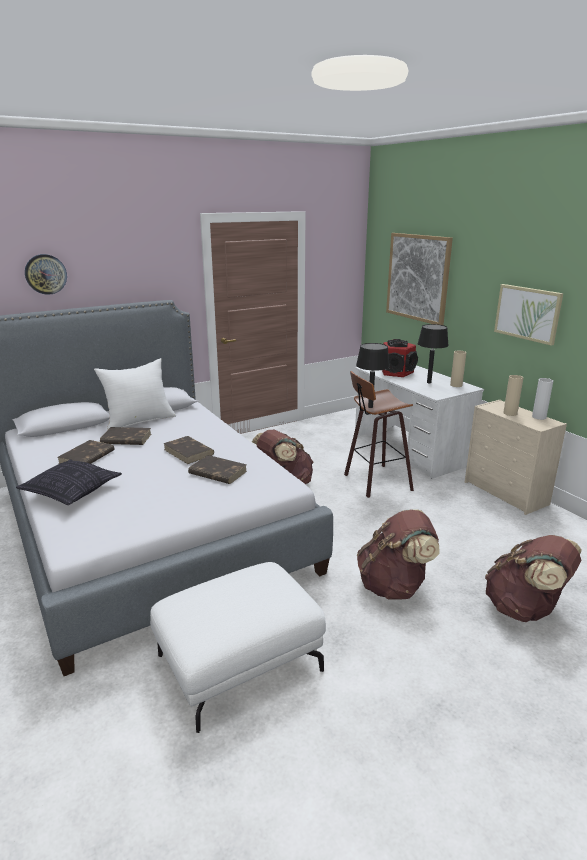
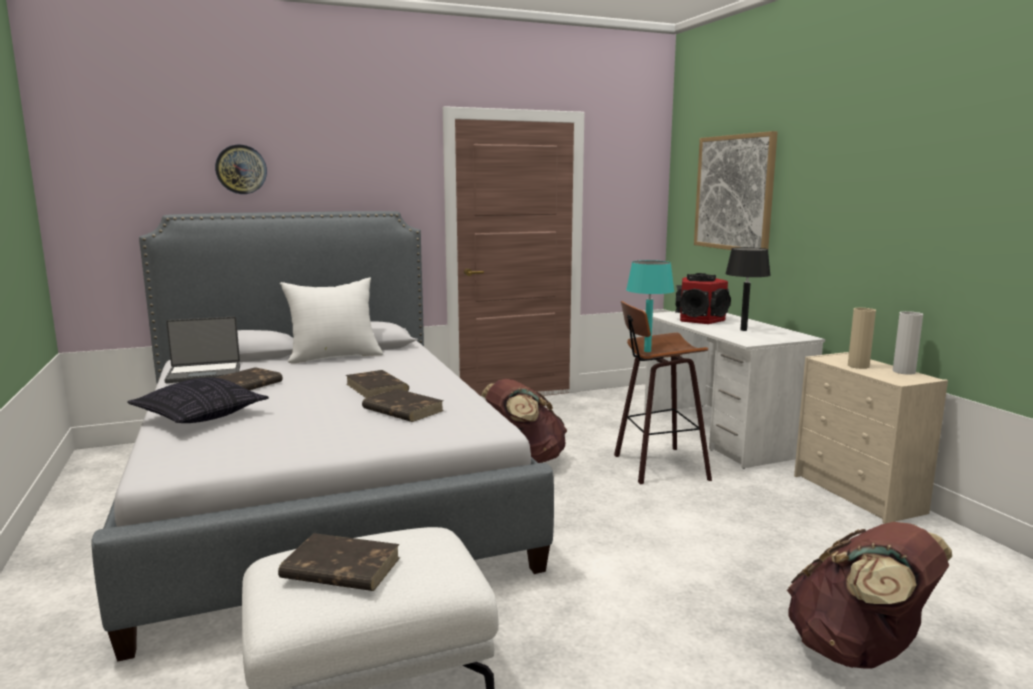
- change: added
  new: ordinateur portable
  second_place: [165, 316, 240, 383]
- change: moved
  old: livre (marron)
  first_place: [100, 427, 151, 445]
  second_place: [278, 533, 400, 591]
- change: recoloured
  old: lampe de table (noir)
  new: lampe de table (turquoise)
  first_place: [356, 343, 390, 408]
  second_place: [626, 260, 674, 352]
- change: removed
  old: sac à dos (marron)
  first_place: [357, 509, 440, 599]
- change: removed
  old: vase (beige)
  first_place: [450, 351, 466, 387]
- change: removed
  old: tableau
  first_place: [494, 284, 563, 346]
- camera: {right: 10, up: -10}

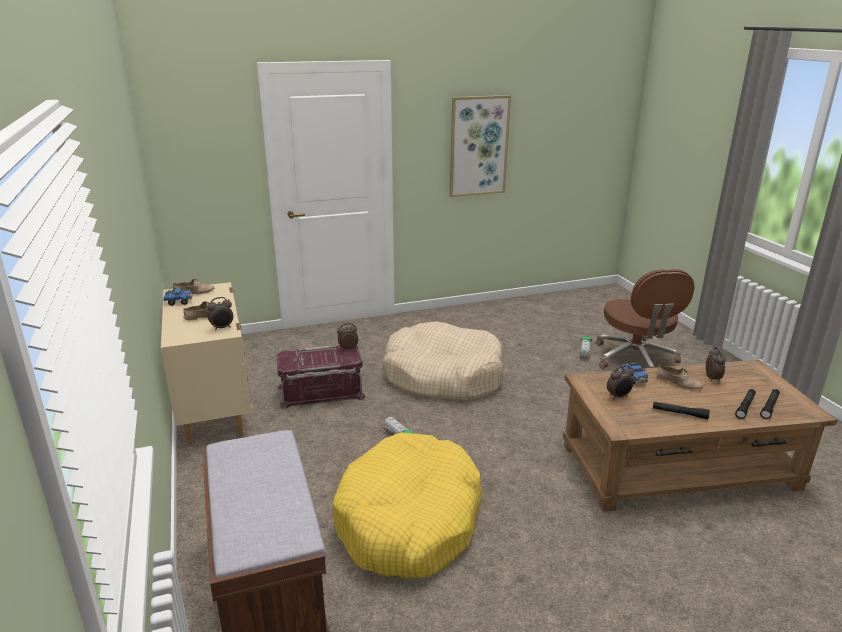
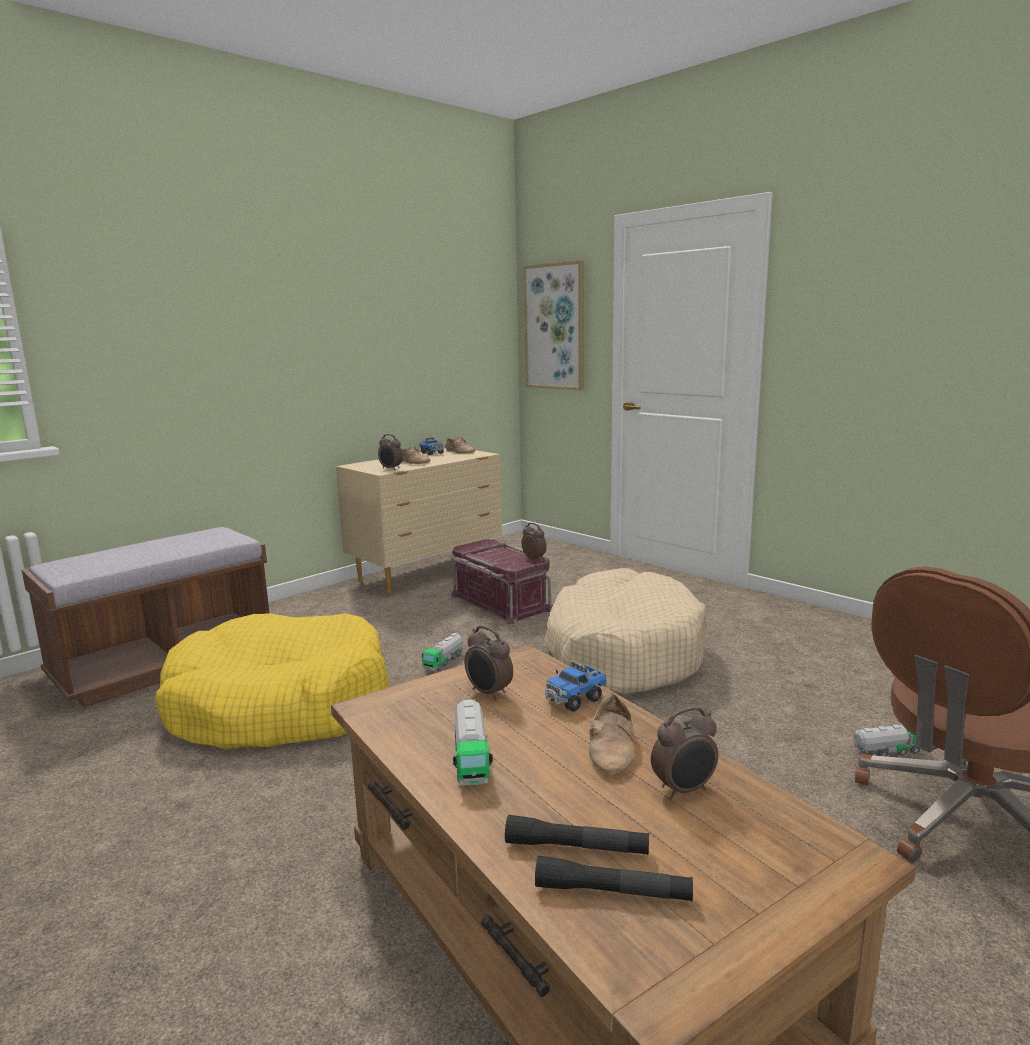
- change: replaced
  old: lampe de poche (noir)
  new: camion jouet
  first_place: [653, 402, 710, 419]
  second_place: [453, 699, 493, 785]
- change: moved
  old: tableau
  first_place: [449, 95, 511, 197]
  second_place: [524, 260, 584, 390]
- camera: {right: 65, up: -10}

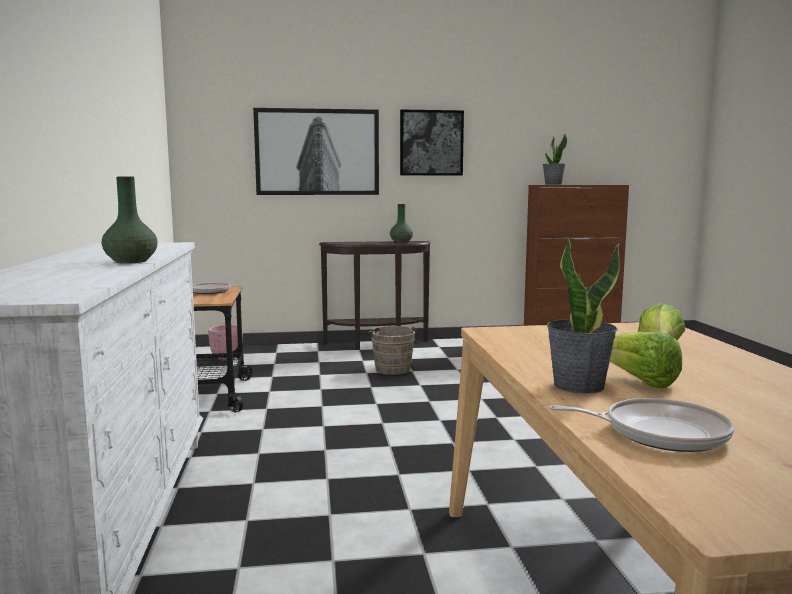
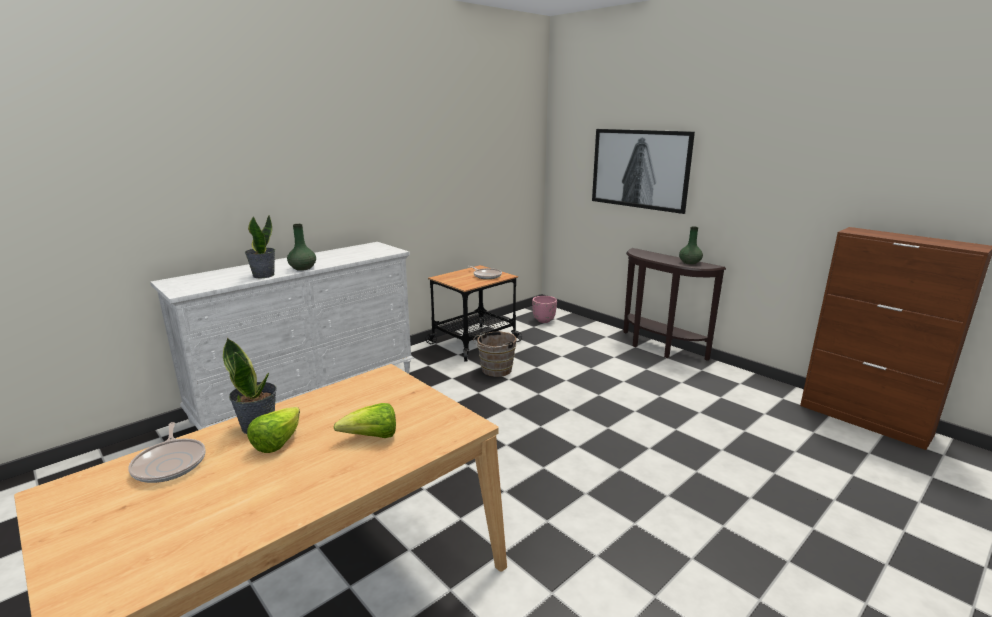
- change: moved
  old: plante en pot
  first_place: [543, 134, 567, 185]
  second_place: [245, 215, 275, 278]
- change: moved
  old: seau (marron)
  first_place: [369, 326, 417, 375]
  second_place: [473, 332, 516, 377]
- change: removed
  old: tableau
  first_place: [400, 110, 464, 175]
- camera: {right: 55, up: 10}

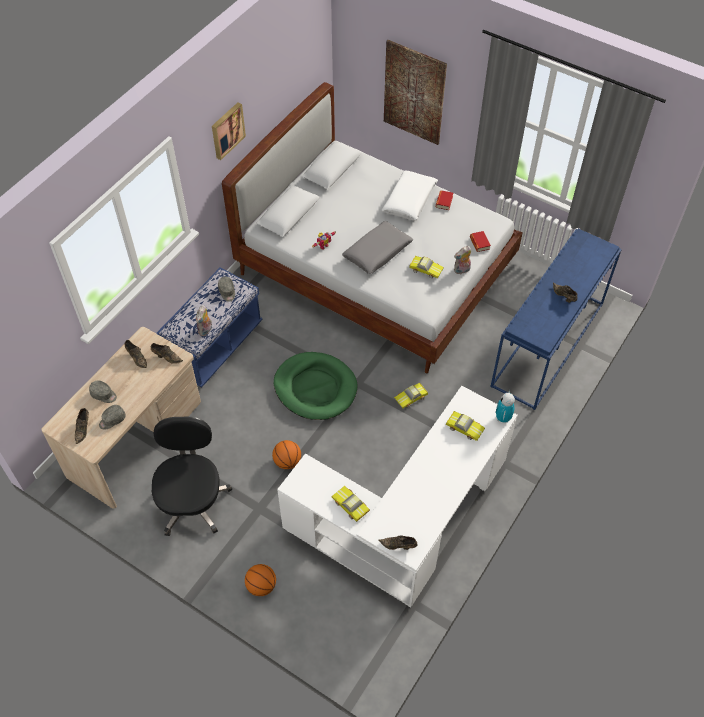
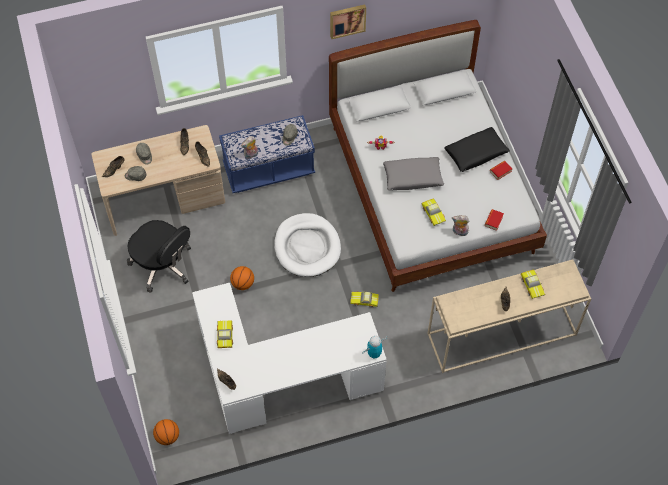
- change: turned
  old: chaise de bureau (noir)
  first_place: [152, 416, 232, 536]
  second_place: [127, 220, 191, 292]
  degrees: 90
- change: moved
  old: ballon de basket
  first_place: [245, 564, 276, 596]
  second_place: [153, 419, 179, 445]
- change: recoloured
  old: panier pour chien (vert)
  new: panier pour chien (blanc)
  first_place: [274, 352, 358, 420]
  second_place: [274, 213, 341, 277]
- change: recoloured
  old: table console (bleu)
  new: table console (beige)
  first_place: [490, 229, 622, 410]
  second_place: [427, 260, 591, 373]
- change: recoloured
  old: coussin (blanc)
  new: coussin (noir)
  first_place: [382, 171, 438, 220]
  second_place: [444, 127, 510, 172]
- change: moved
  old: petite voiture
  first_place: [446, 411, 485, 441]
  second_place: [521, 269, 545, 299]
- change: removed
  old: tableau
  first_place: [384, 40, 447, 145]
- camera: {right: 40, up: 5}

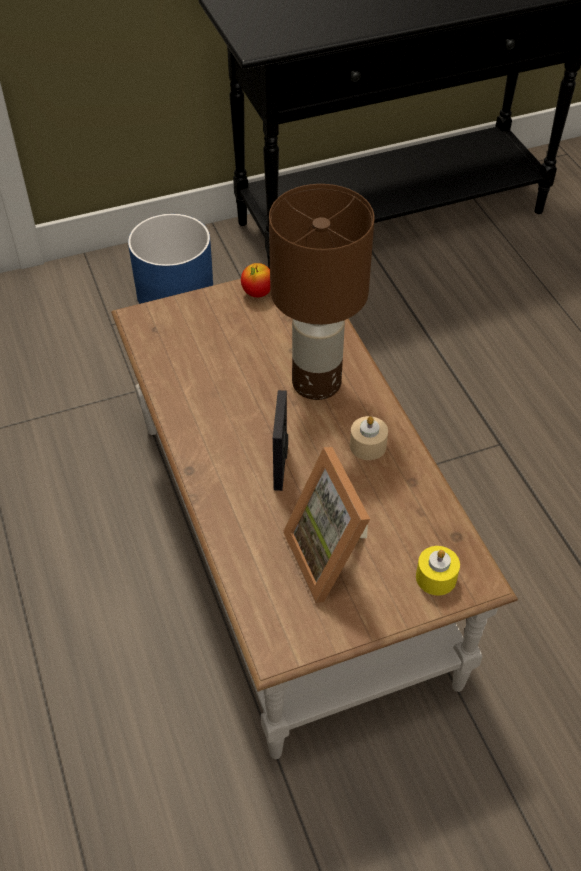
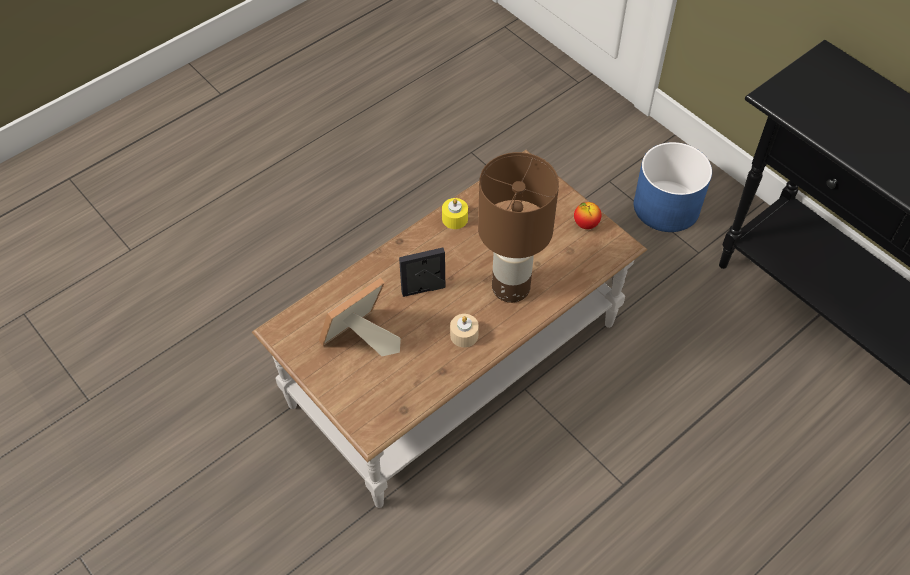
- change: moved
  old: bougie (jaune)
  first_place: [416, 546, 460, 595]
  second_place: [442, 198, 468, 229]
- camera: {right: 70, up: 5}

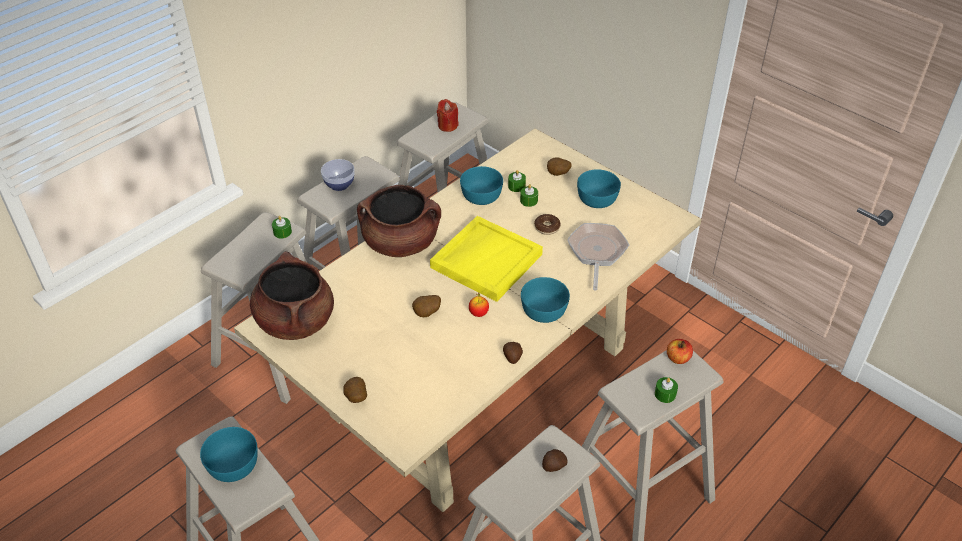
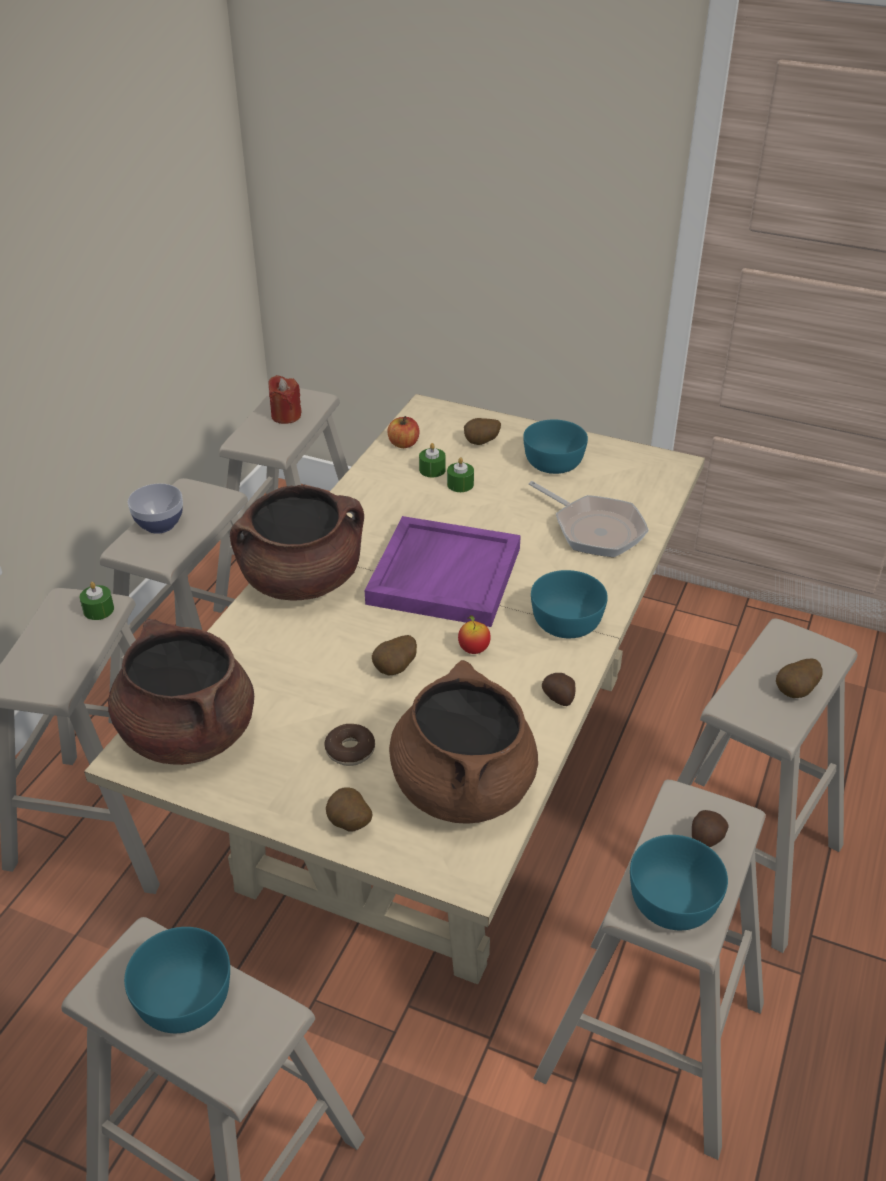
- change: moved
  old: beignet
  first_place: [534, 214, 561, 235]
  second_place: [324, 724, 375, 766]
- change: recoloured
  old: plateau (jaune)
  new: plateau (violet)
  first_place: [430, 216, 543, 302]
  second_place: [365, 516, 521, 627]
- change: moved
  old: pomme
  first_place: [667, 339, 693, 364]
  second_place: [387, 416, 420, 448]
- change: added
  new: marmite (marron)
  second_place: [389, 660, 538, 823]
- change: turned
  old: poêle
  first_place: [567, 223, 629, 291]
  second_place: [529, 481, 649, 557]
  degrees: 150
- change: moved
  old: bol (turquoise)
  first_place: [460, 166, 503, 205]
  second_place: [630, 835, 728, 930]
- change: replaced
  old: bougie (vert)
  new: pomme de terre
  first_place: [655, 377, 678, 403]
  second_place: [776, 658, 822, 698]
- camera: {right: -20, up: -5}

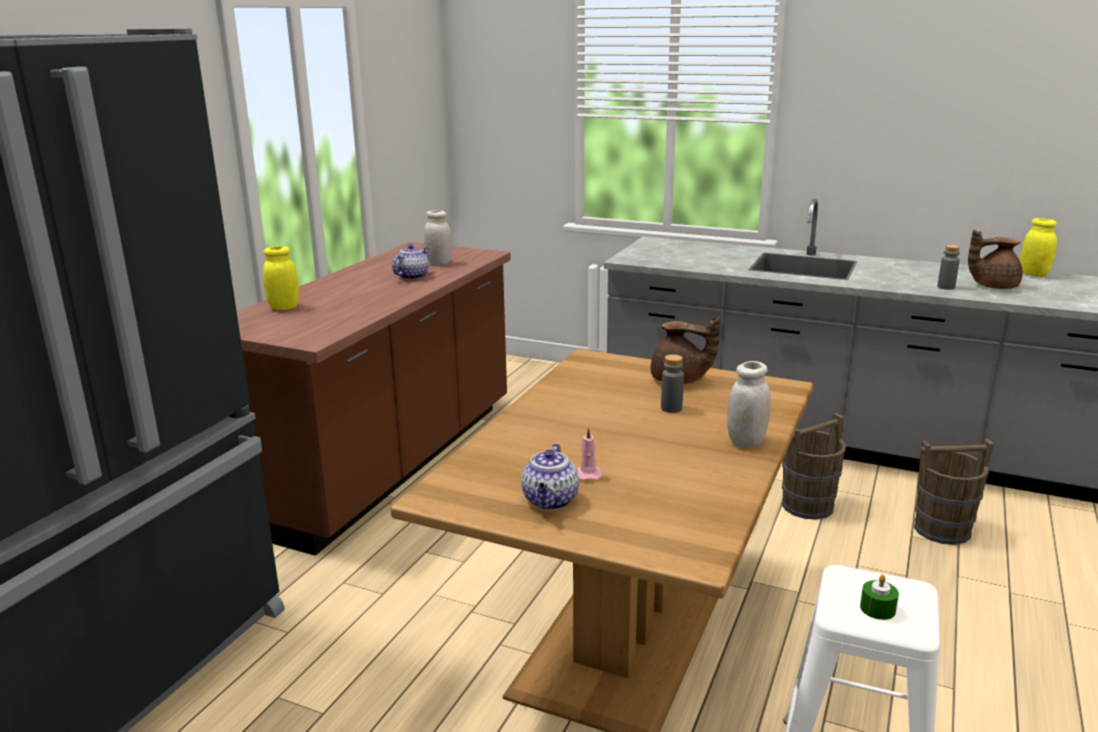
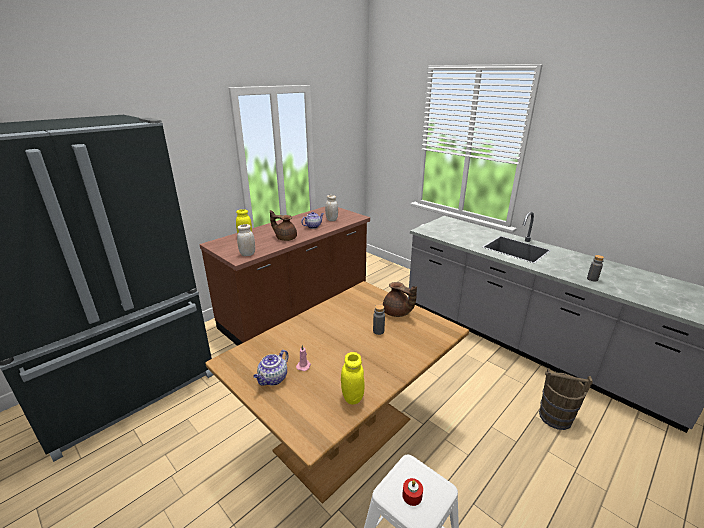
- change: moved
  old: bocal (blanc)
  first_place: [727, 361, 771, 448]
  second_place: [237, 224, 255, 256]
- change: moved
  old: théière (marron)
  first_place: [968, 230, 1023, 289]
  second_place: [270, 210, 297, 241]
- change: moved
  old: bocal (jaune)
  first_place: [1020, 218, 1057, 277]
  second_place: [341, 352, 364, 405]
- change: recoloured
  old: bougie (vert)
  new: bougie (rouge)
  first_place: [860, 574, 899, 620]
  second_place: [402, 478, 423, 506]
- change: removed
  old: seau (marron)
  first_place: [782, 413, 846, 520]
- camera: {right: 20, up: 5}

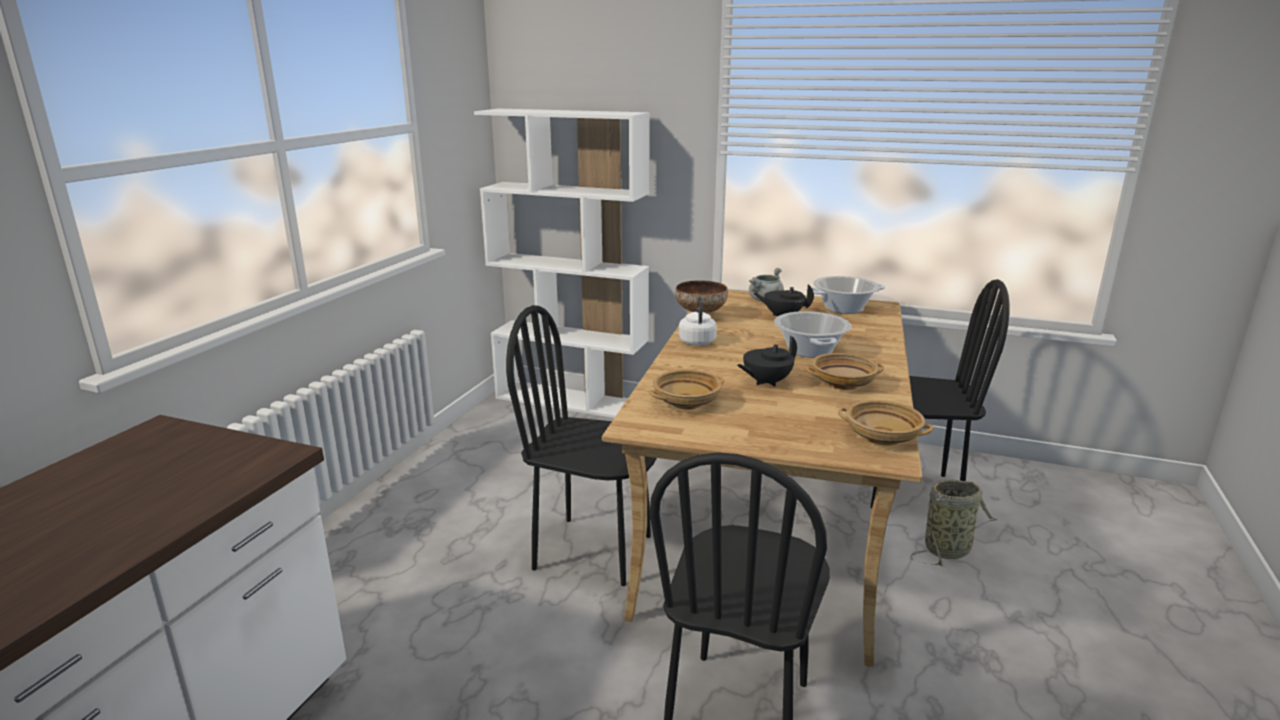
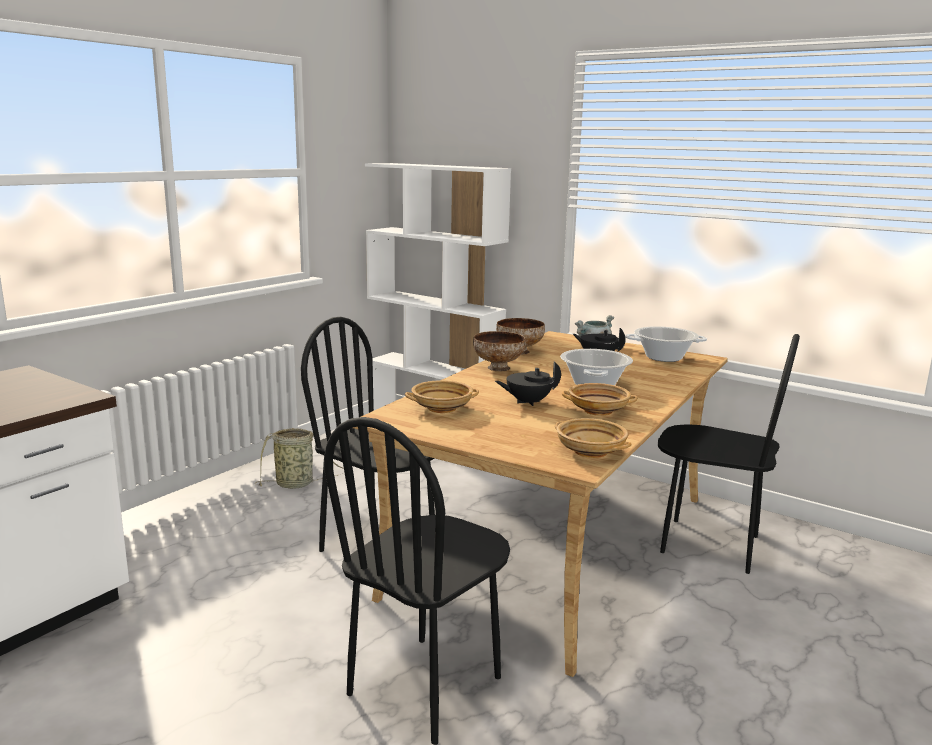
- change: moved
  old: panier
  first_place: [910, 479, 998, 566]
  second_place: [255, 428, 343, 489]
- change: replaced
  old: bouilloire (blanc)
  new: bol
  first_place: [679, 296, 717, 345]
  second_place: [473, 331, 525, 371]
- camera: {right: 15, up: -5}

